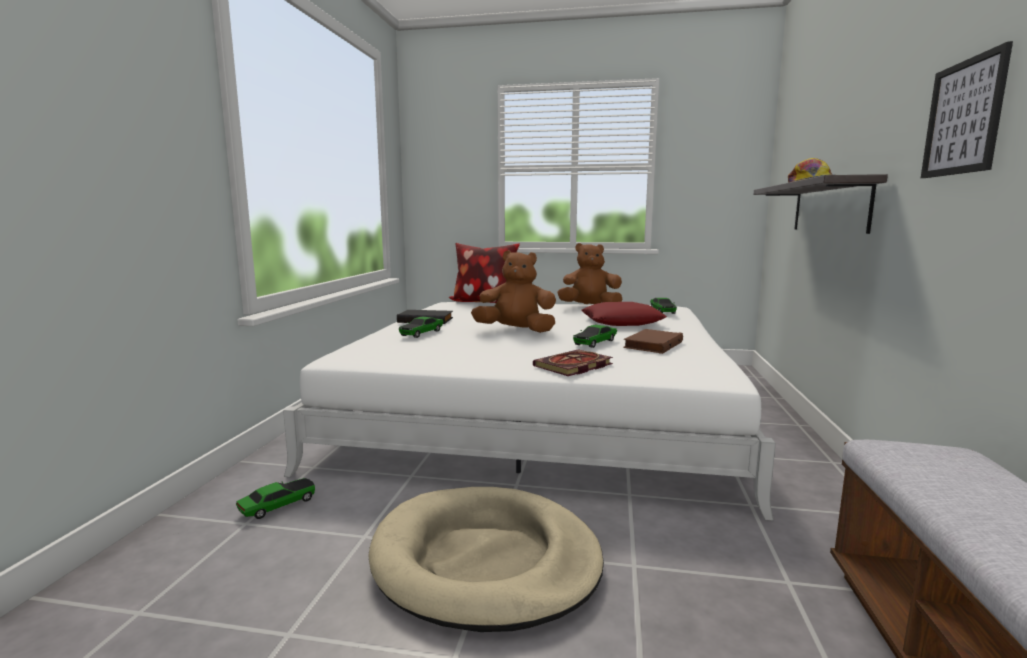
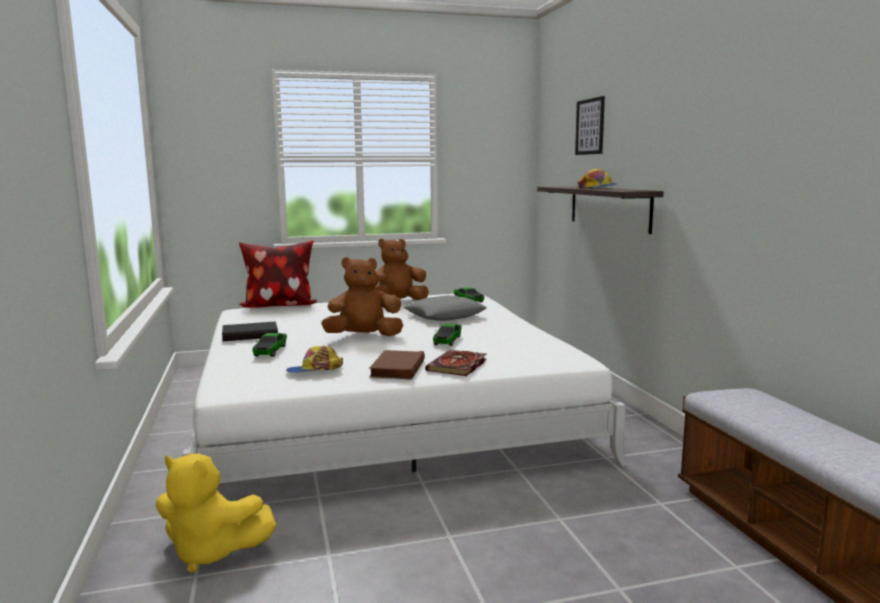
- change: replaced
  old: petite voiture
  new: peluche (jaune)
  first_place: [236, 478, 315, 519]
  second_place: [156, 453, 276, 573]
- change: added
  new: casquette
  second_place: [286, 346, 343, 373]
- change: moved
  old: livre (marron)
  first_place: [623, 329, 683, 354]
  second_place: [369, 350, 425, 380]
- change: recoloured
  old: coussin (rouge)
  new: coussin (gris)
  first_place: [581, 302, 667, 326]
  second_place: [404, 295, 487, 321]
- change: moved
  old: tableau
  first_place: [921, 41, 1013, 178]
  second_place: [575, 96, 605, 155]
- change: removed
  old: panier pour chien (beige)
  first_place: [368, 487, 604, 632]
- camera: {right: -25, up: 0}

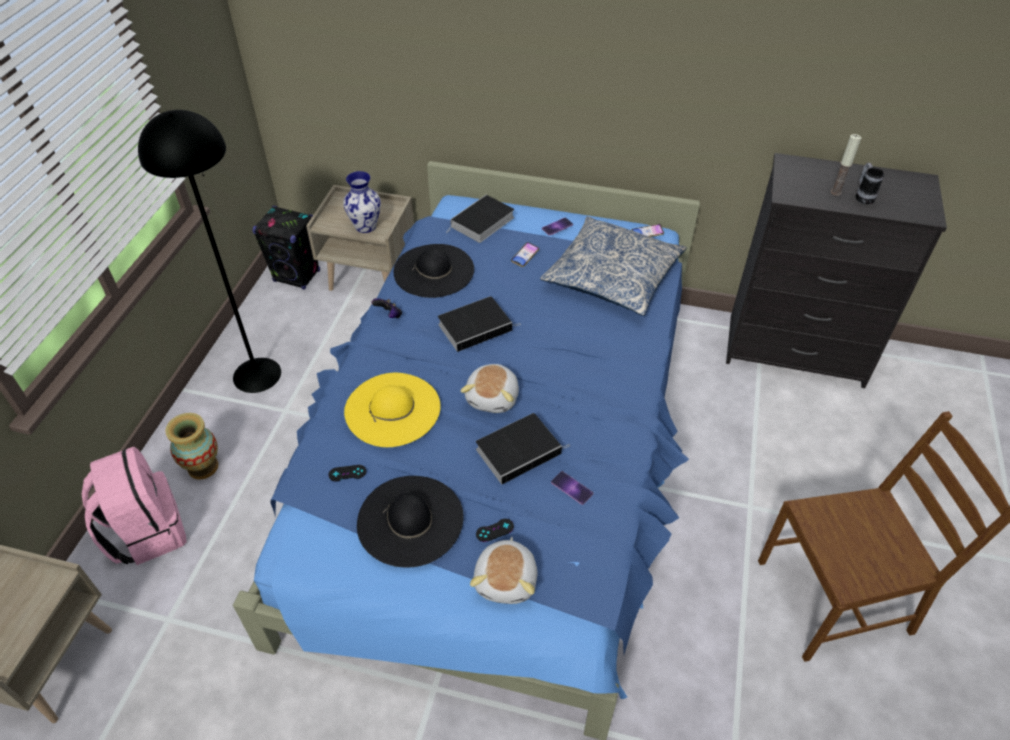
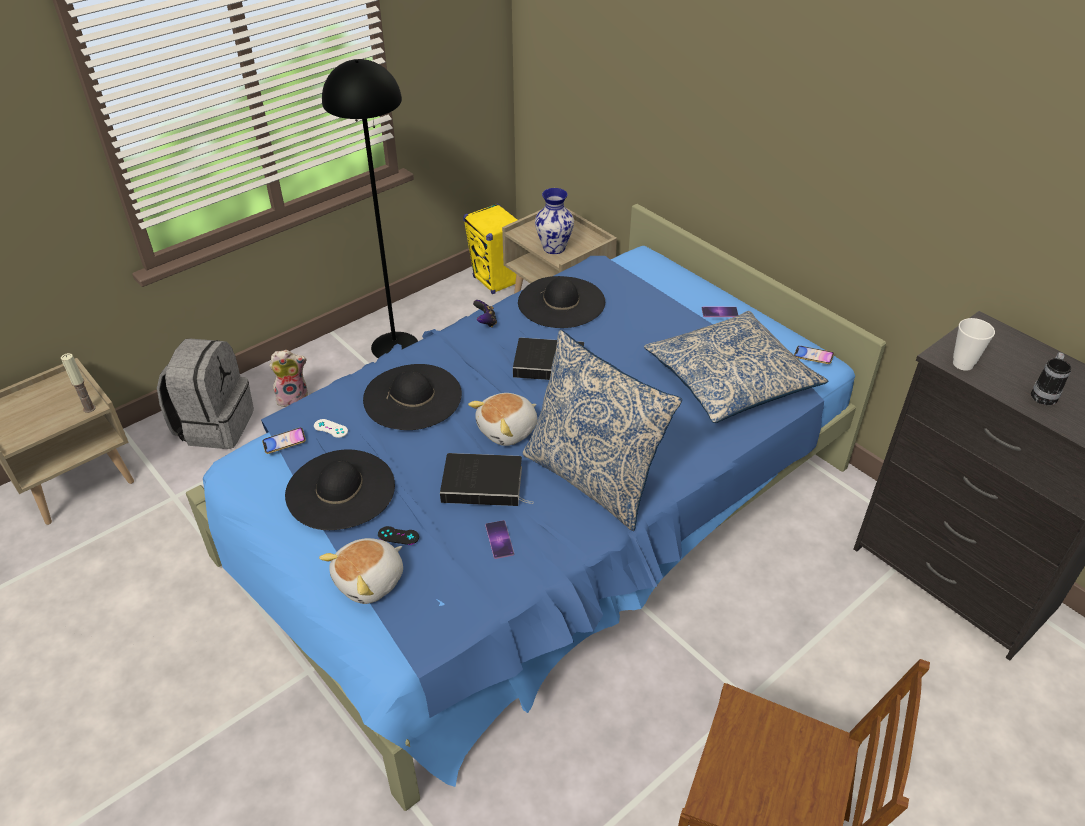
- change: moved
  old: bougie
  first_place: [830, 134, 861, 196]
  second_place: [61, 353, 96, 413]
- change: recoloured
  old: sac à dos (rose)
  new: sac à dos (gris)
  first_place: [82, 447, 187, 565]
  second_place: [157, 338, 254, 449]
- change: moved
  old: téléphone
  first_place: [511, 242, 539, 267]
  second_place: [262, 428, 306, 454]
- change: replaced
  old: vase
  new: peluche
  first_place: [165, 413, 218, 479]
  second_place: [269, 350, 308, 407]
- change: recoloured
  old: manette (noir)
  new: manette (blanc)
  first_place: [328, 465, 366, 482]
  second_place: [314, 419, 348, 438]
- change: recoloured
  old: chapeau (jaune)
  new: chapeau (noir)
  first_place: [344, 373, 440, 447]
  second_place: [363, 364, 462, 430]
- change: recoloured
  old: enceinte (noir)
  new: enceinte (jaune)
  first_place: [252, 206, 320, 290]
  second_place: [463, 203, 517, 294]
- change: added
  new: coussin
  second_place: [523, 330, 682, 531]
- change: added
  new: tasse
  second_place: [953, 318, 995, 371]
- change: removed
  old: livre
  first_place: [446, 195, 514, 243]
- camera: {right: 35, up: -5}

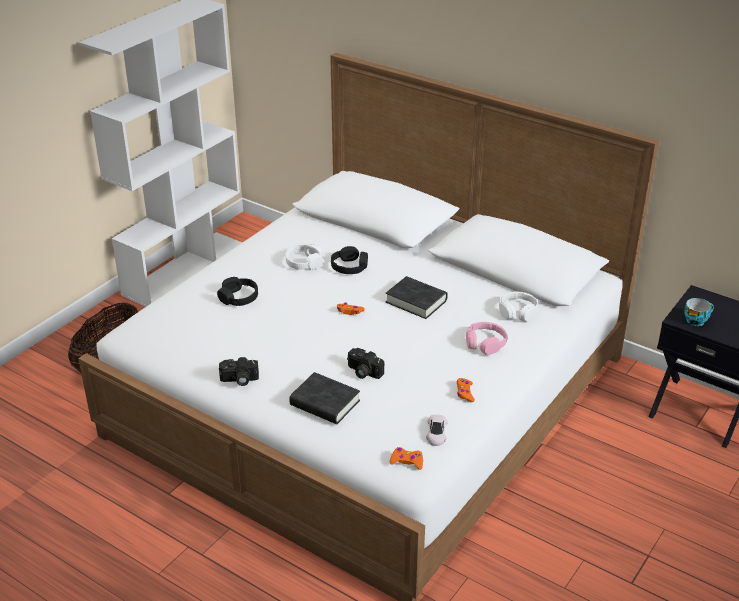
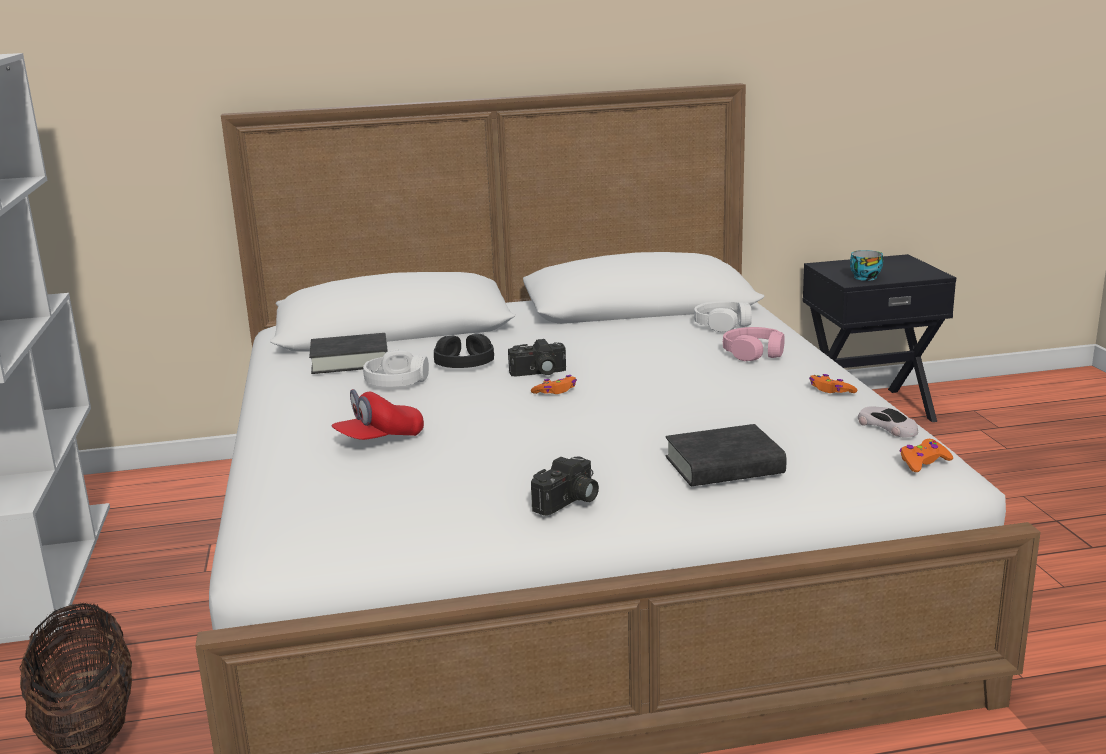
- change: moved
  old: livre (noir)
  first_place: [386, 276, 448, 319]
  second_place: [309, 333, 388, 374]
- change: replaced
  old: casque audio (noir)
  new: casquette (rouge)
  first_place: [217, 277, 258, 306]
  second_place: [331, 389, 424, 440]
- change: moved
  old: appareil photo
  first_place: [347, 348, 384, 379]
  second_place: [508, 339, 566, 376]
- camera: {right: -45, up: -15}

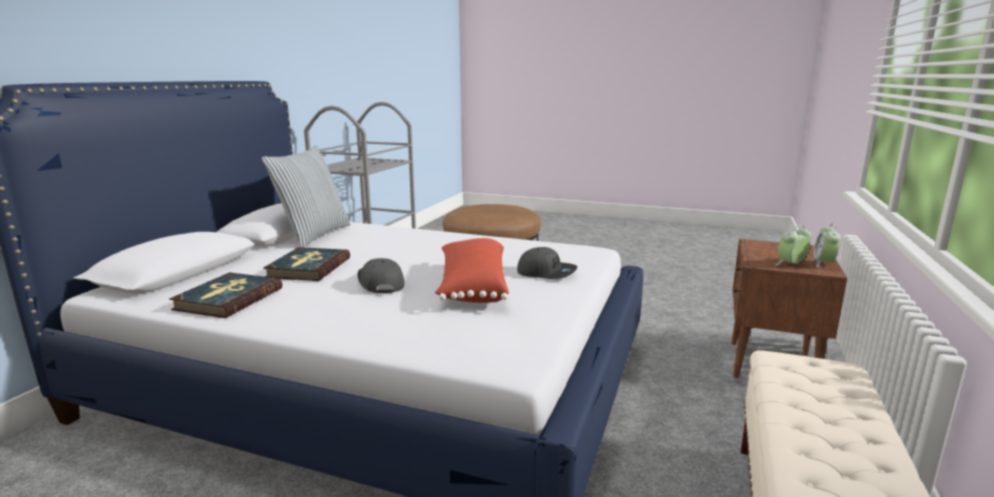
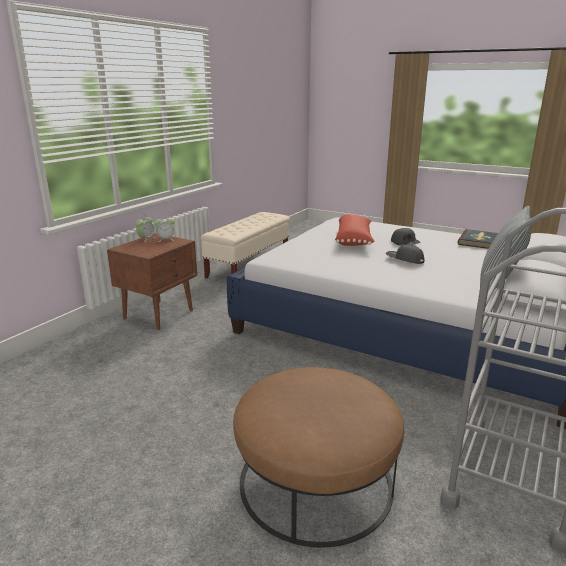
- change: moved
  old: casquette (gris)
  first_place: [517, 247, 577, 279]
  second_place: [386, 244, 425, 264]
- change: removed
  old: livre
  first_place: [263, 247, 350, 281]
- camera: {right: -170, up: 5}

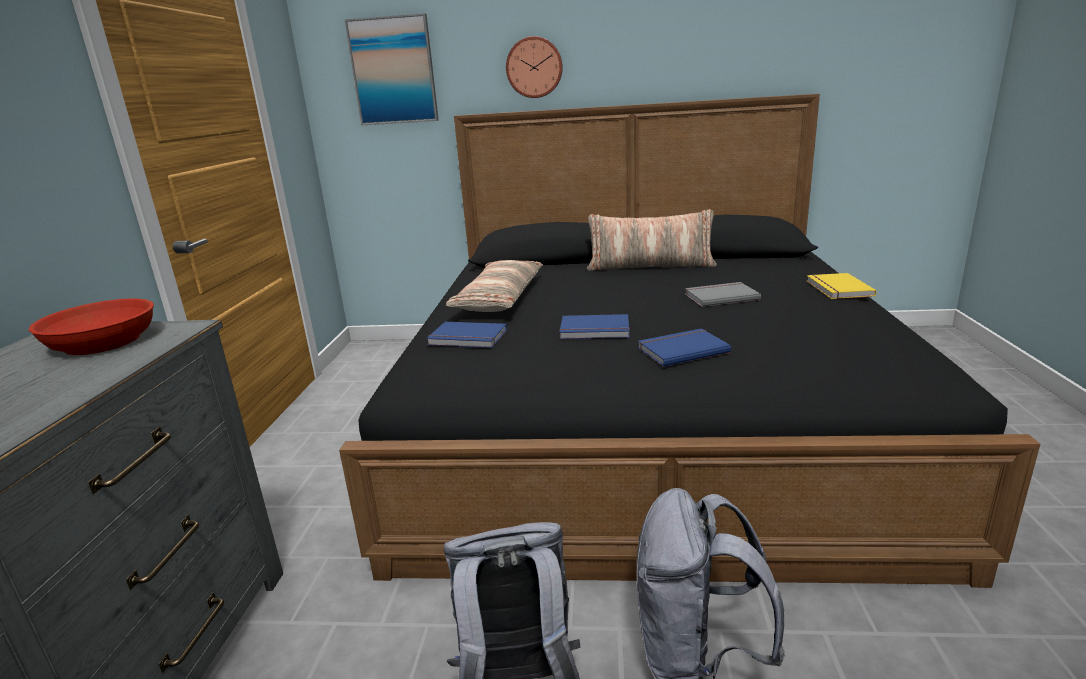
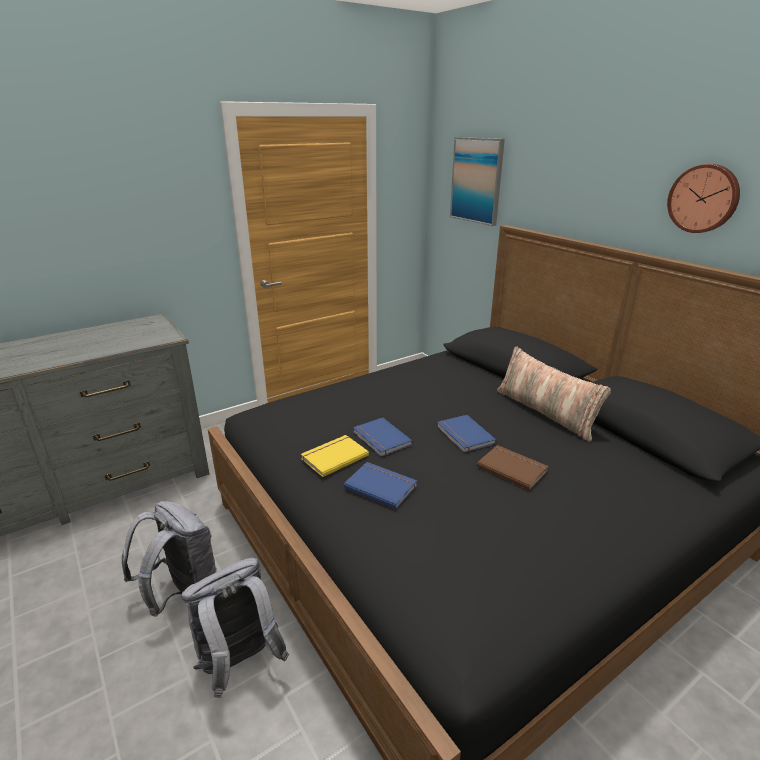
- change: moved
  old: livre (jaune)
  first_place: [807, 273, 877, 299]
  second_place: [301, 435, 369, 477]
- change: moved
  old: livre (bleu)
  first_place: [426, 322, 507, 348]
  second_place: [437, 415, 496, 453]
- change: recoloured
  old: livre (gris)
  new: livre (marron)
  first_place: [685, 282, 761, 307]
  second_place: [477, 445, 549, 491]
- change: moved
  old: horloge murale
  first_place: [506, 36, 563, 98]
  second_place: [667, 164, 740, 233]
- change: removed
  old: bol (rouge)
  first_place: [28, 298, 154, 355]
- change: removed
  old: coussin
  first_place: [446, 260, 543, 312]
- camera: {right: 50, up: 5}

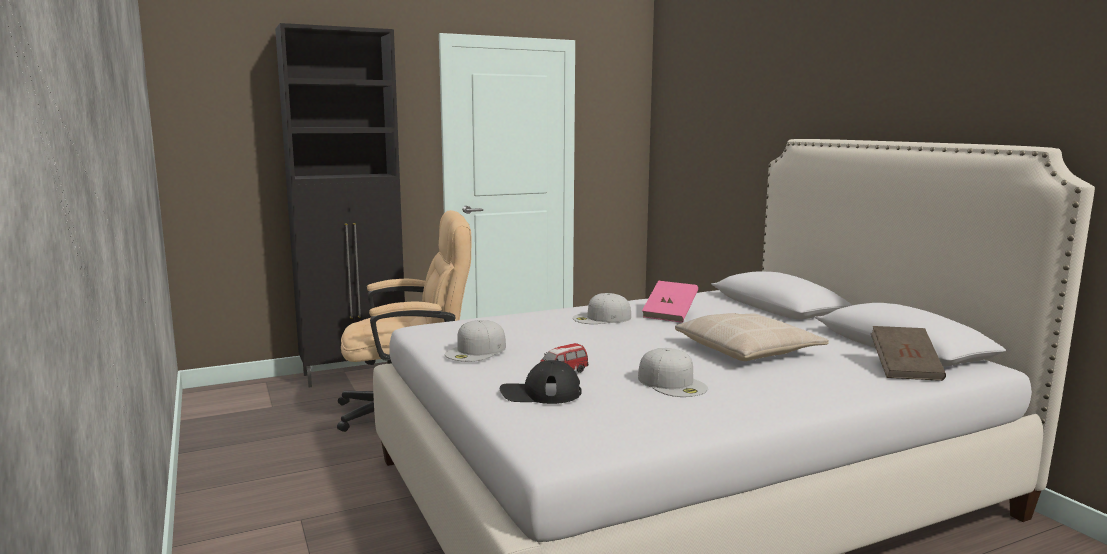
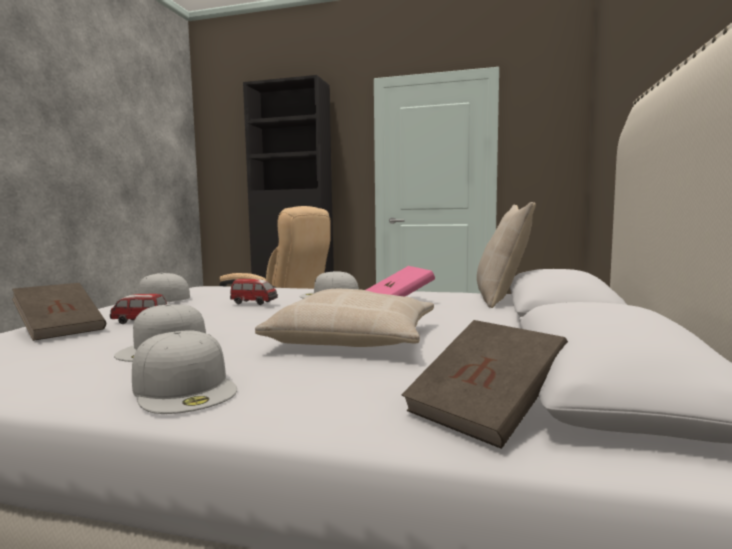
- change: replaced
  old: casquette (noir)
  new: livre (marron)
  first_place: [500, 360, 582, 404]
  second_place: [12, 283, 106, 341]
- change: added
  new: casquette (blanc)
  second_place: [132, 330, 237, 414]
- change: added
  new: petite voiture
  second_place: [230, 279, 278, 305]
- change: added
  new: coussin (beige)
  second_place: [477, 202, 536, 308]
- camera: {right: 40, up: -5}

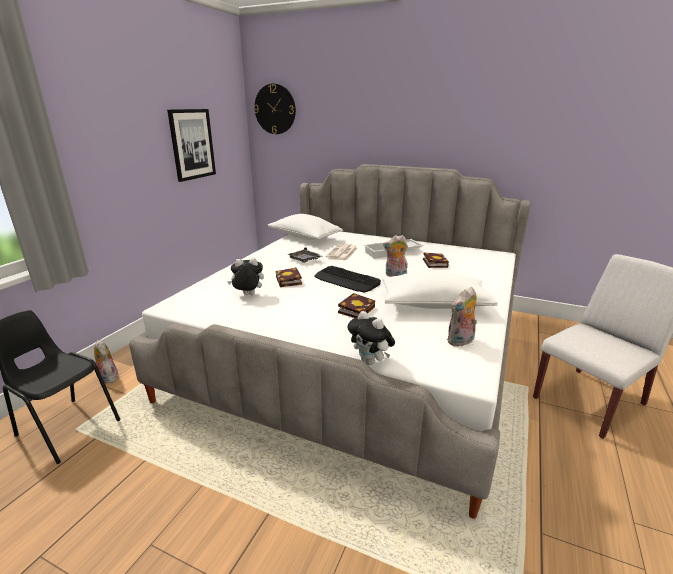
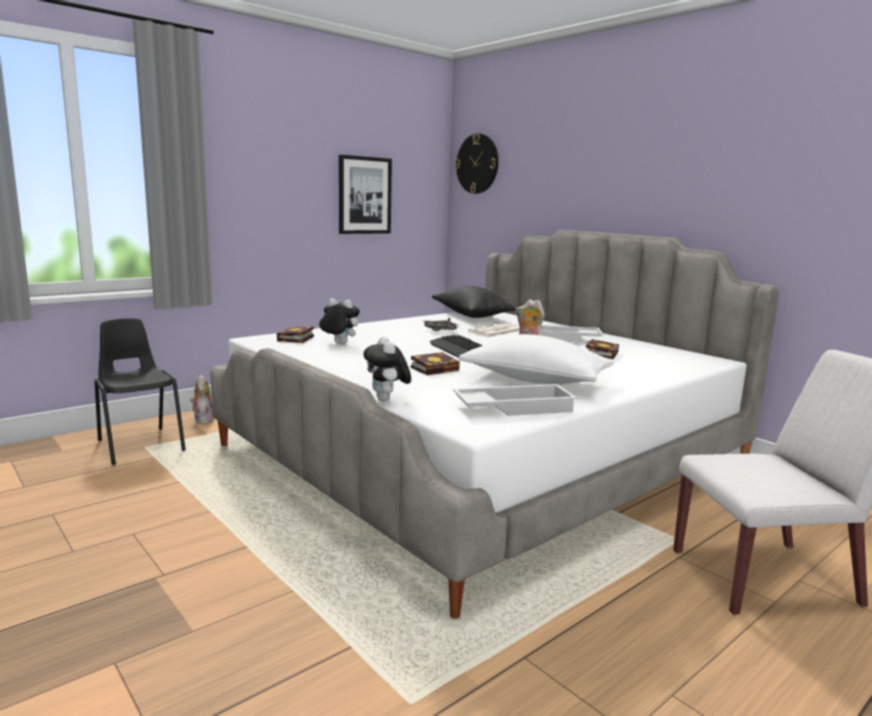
- change: moved
  old: livre
  first_place: [276, 268, 302, 287]
  second_place: [277, 326, 314, 343]
- change: recoloured
  old: coussin (blanc)
  new: coussin (noir)
  first_place: [268, 214, 343, 240]
  second_place: [432, 286, 516, 318]
- change: replaced
  old: peluche
  new: plateau (blanc)
  first_place: [447, 287, 477, 347]
  second_place: [453, 384, 578, 416]
- camera: {right: 25, up: -10}

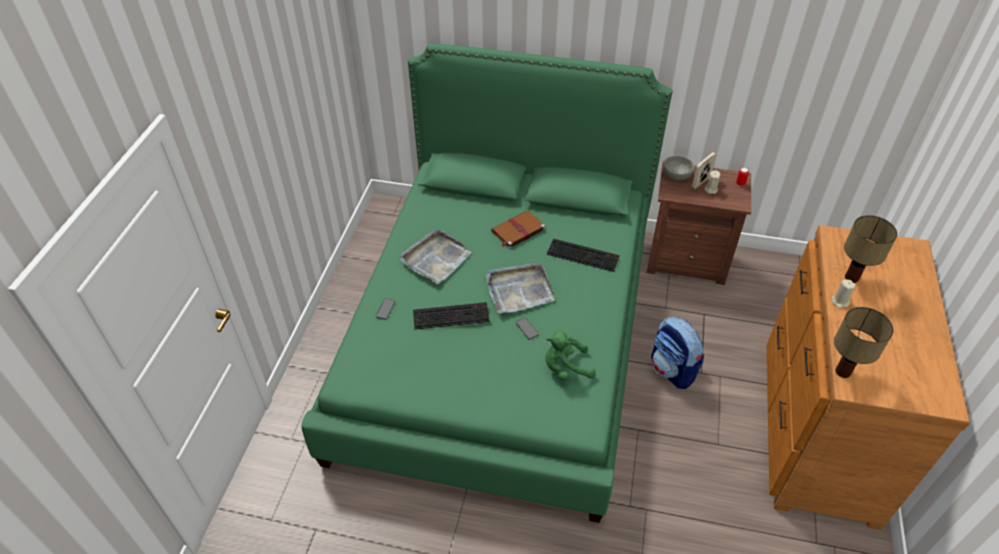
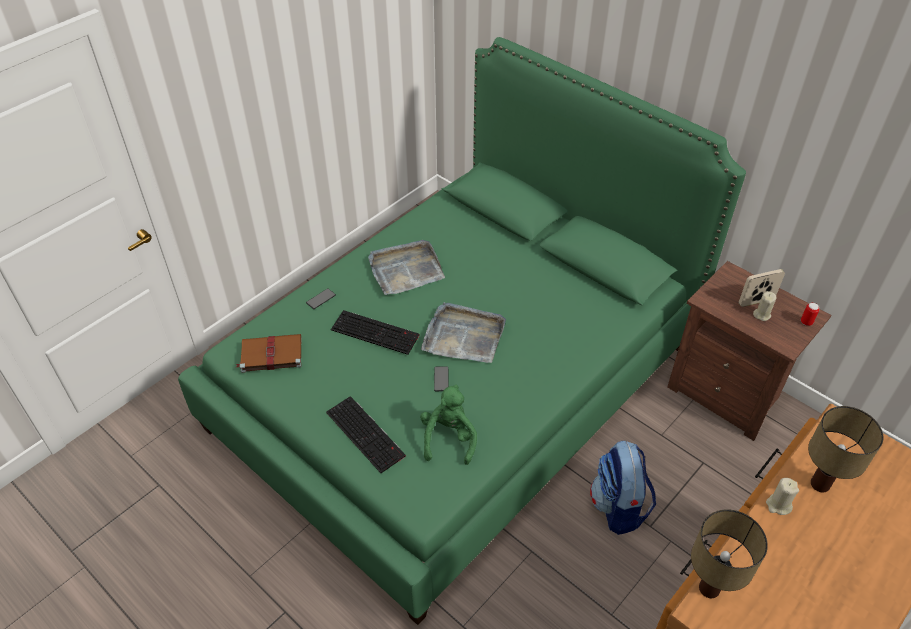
- change: moved
  old: livre (marron)
  first_place: [491, 210, 545, 249]
  second_place: [236, 334, 302, 373]
- change: moved
  old: clavier
  first_place: [547, 239, 620, 272]
  second_place: [326, 396, 406, 473]
- change: turned
  old: peluche (vert)
  first_place: [545, 330, 596, 381]
  second_place: [420, 385, 477, 465]
  degrees: 75
- change: removed
  old: bol (gris)
  first_place: [663, 155, 695, 180]
- camera: {right: 30, up: 0}

